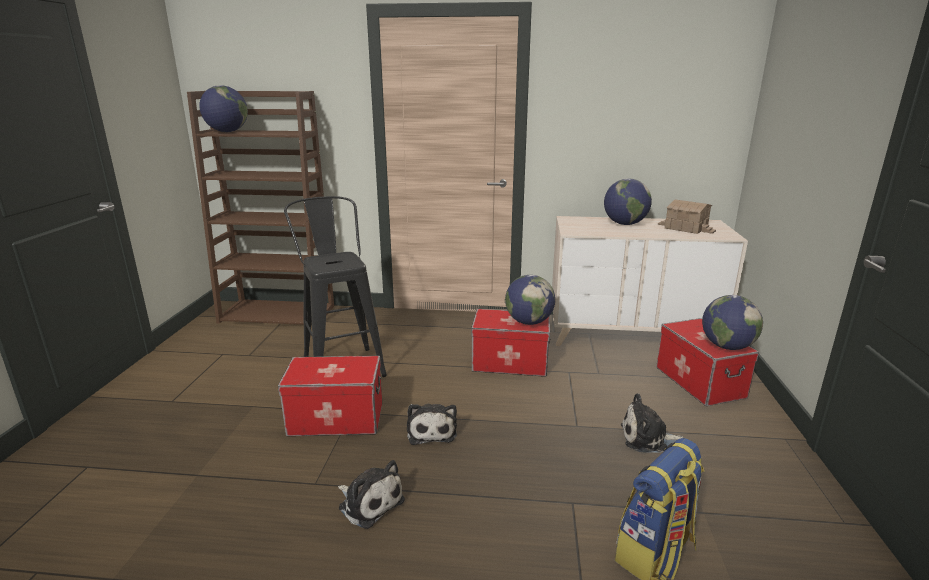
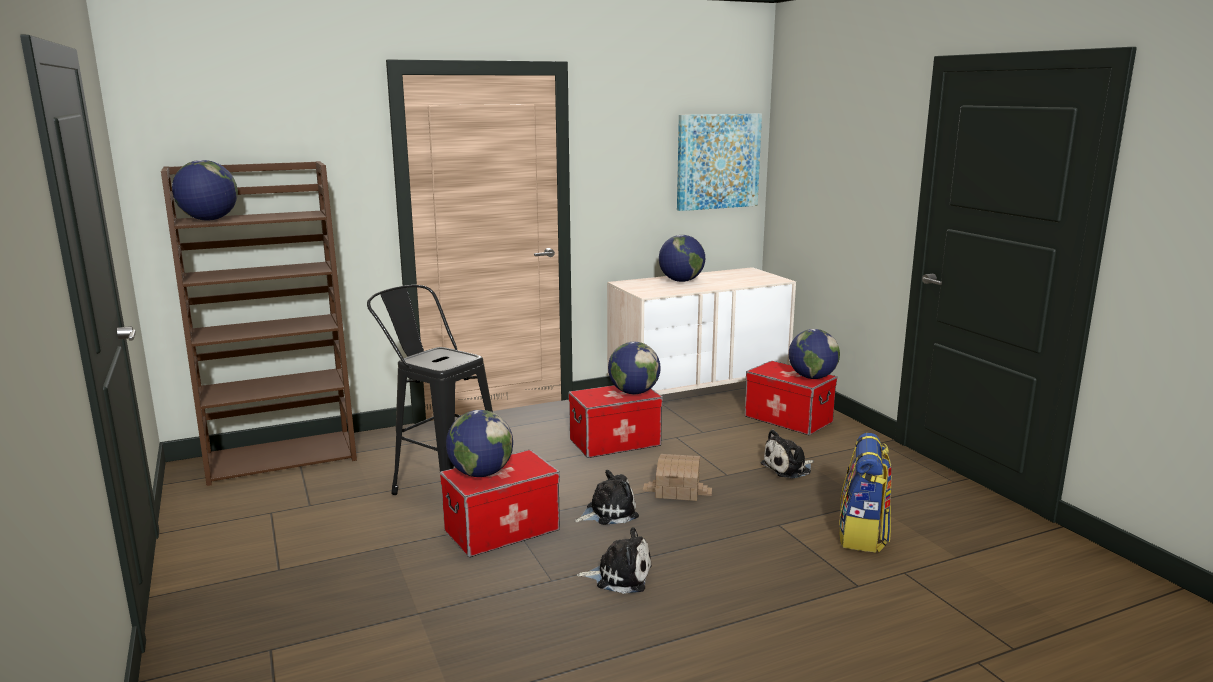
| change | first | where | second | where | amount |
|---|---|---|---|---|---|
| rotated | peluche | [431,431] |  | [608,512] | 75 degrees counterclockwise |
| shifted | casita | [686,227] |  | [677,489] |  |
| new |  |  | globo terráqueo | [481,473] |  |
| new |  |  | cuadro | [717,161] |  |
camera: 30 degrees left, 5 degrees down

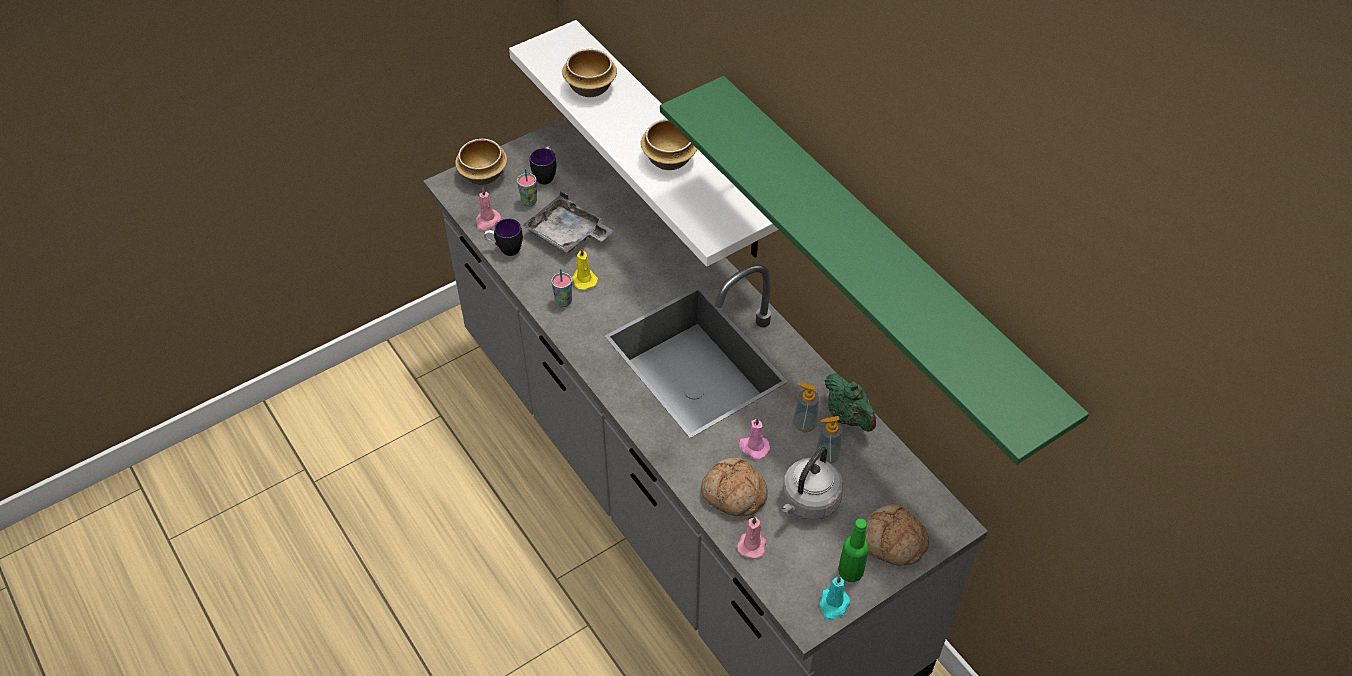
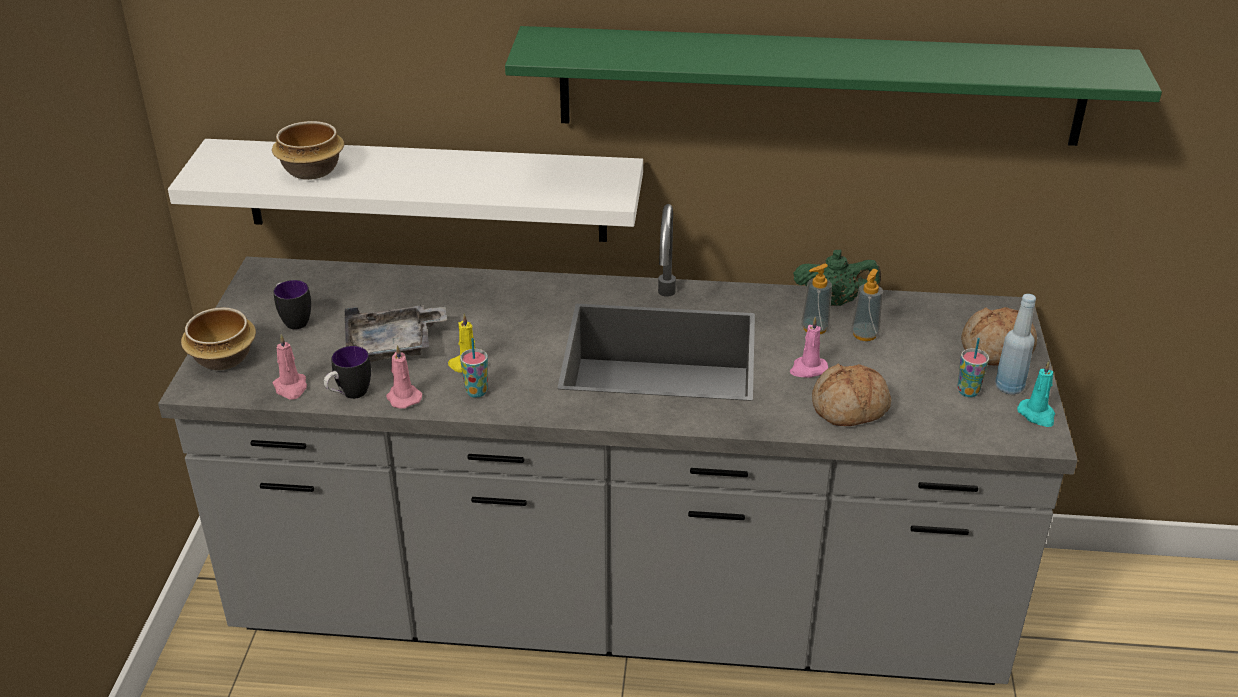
| change | first | where | second | where | amount |
|---|---|---|---|---|---|
| shifted | taza | [529,202] |  | [968,391] |  |
| gone | cuenco | [669,158] |  |  |  |
| shifted | vela (rosa) | [752,544] |  | [403,397] |  |
| gone | hervidor (gris) | [808,502] |  |  |  |
| repainted | botella (verde) | [850,572] | botella (azul) | [1009,387] |  |
camera: 50 degrees left, 15 degrees down

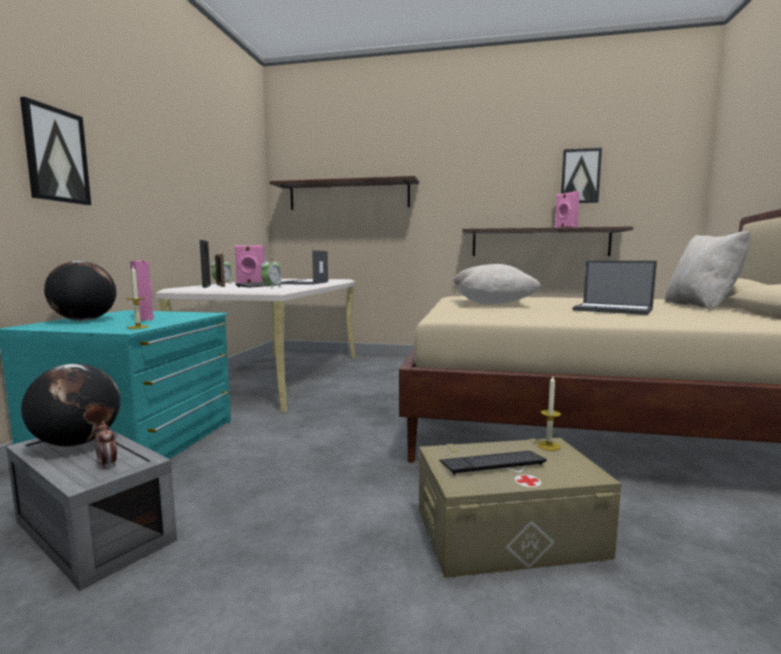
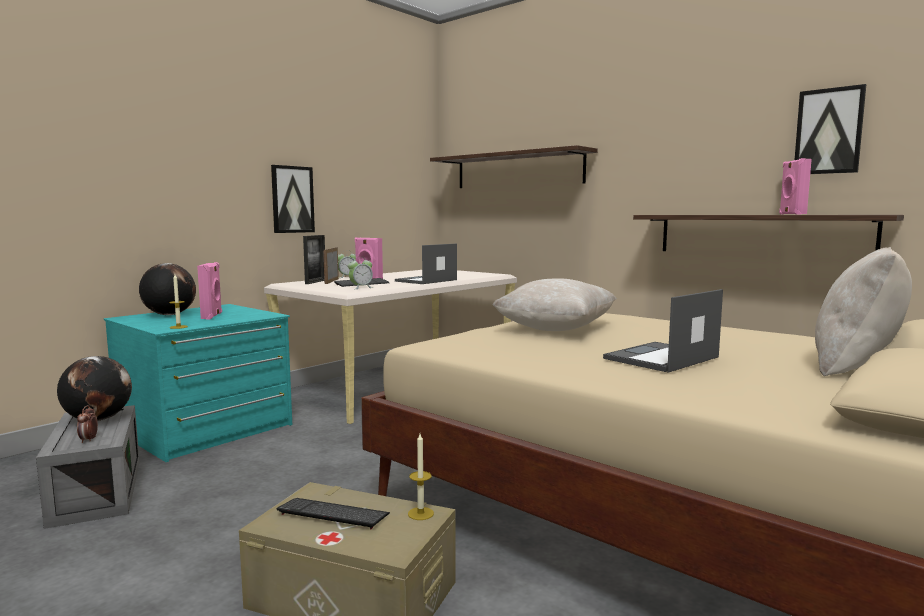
| change | first | where | second | where | amount |
|---|---|---|---|---|---|
| shifted | cuadro | [56,155] |  | [292,199] |  |
| rotated | portátil | [614,310] |  | [661,358] | 75 degrees clockwise |
camera: 30 degrees right, 0 degrees up

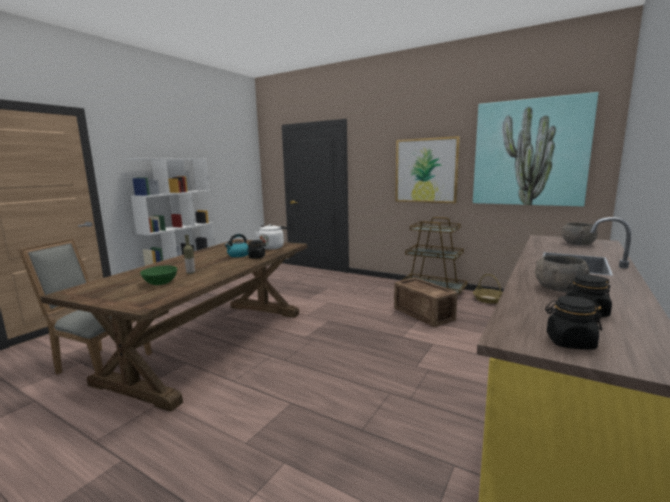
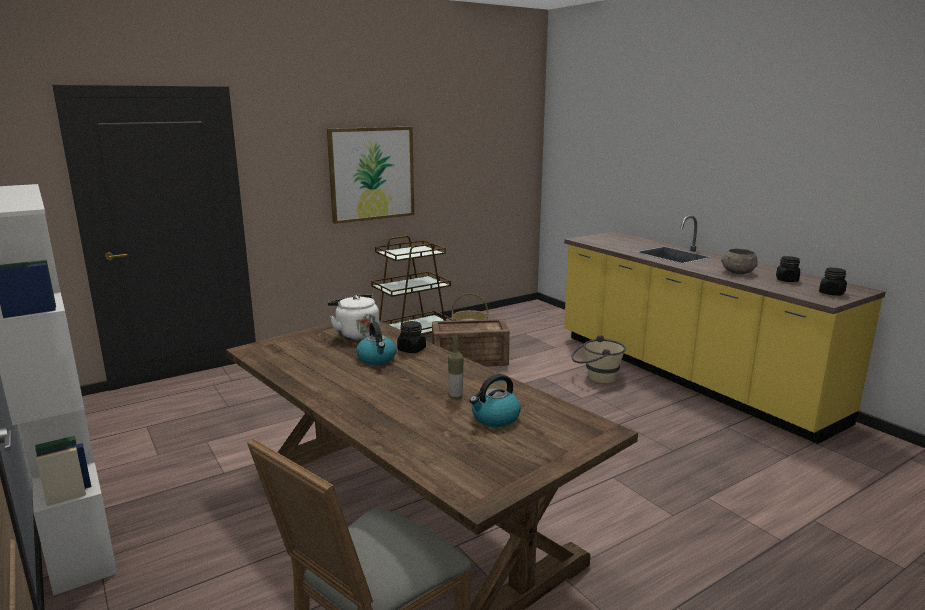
| change | first | where | second | where | amount |
|---|---|---|---|---|---|
| swapped | cuenco (verde) | [160,283] | hervidor | [495,418] |  |
| gone | cuadro | [529,153] |  |  |  |
| gone | cuenco (gris) | [577,244] |  |  |  |
| new |  |  | cubo (beis) | [596,377] |  |
camera: 65 degrees left, 5 degrees up

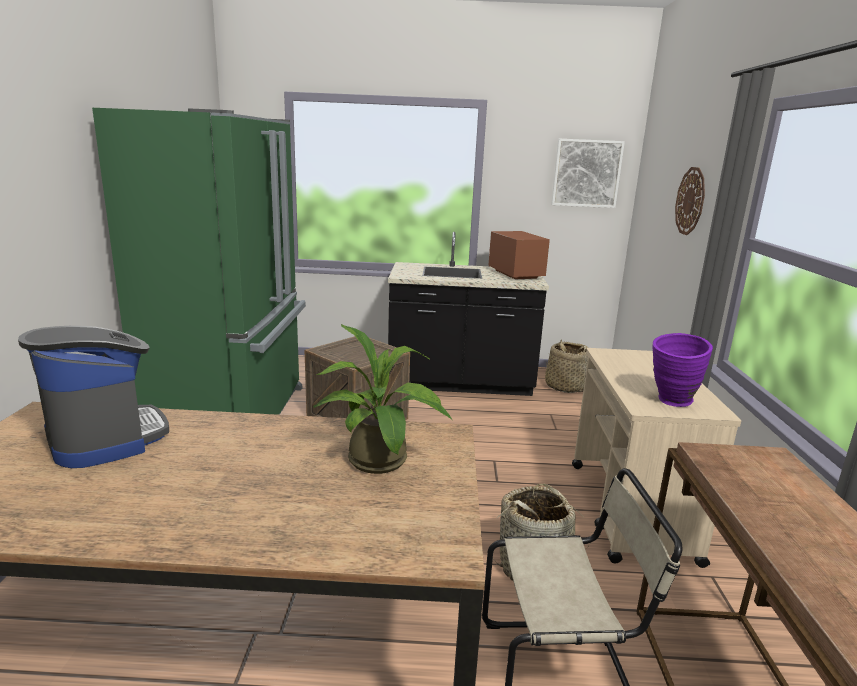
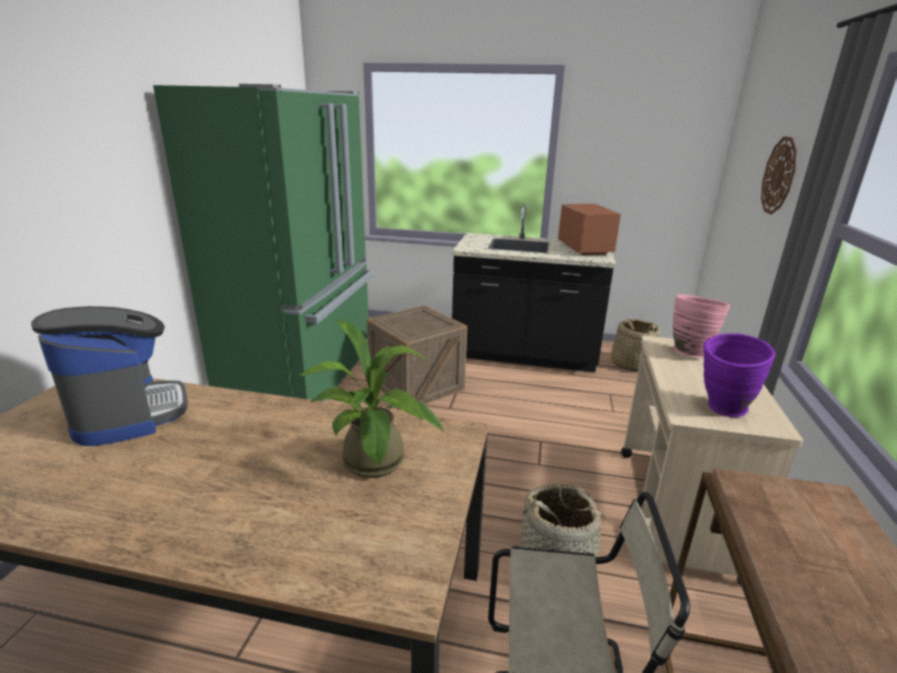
| change | first | where | second | where | amount |
|---|---|---|---|---|---|
| gone | cuadro | [586,173] |  |  |  |
| new |  |  | florero (rosa) | [689,352] |  |
camera: 10 degrees right, 5 degrees up

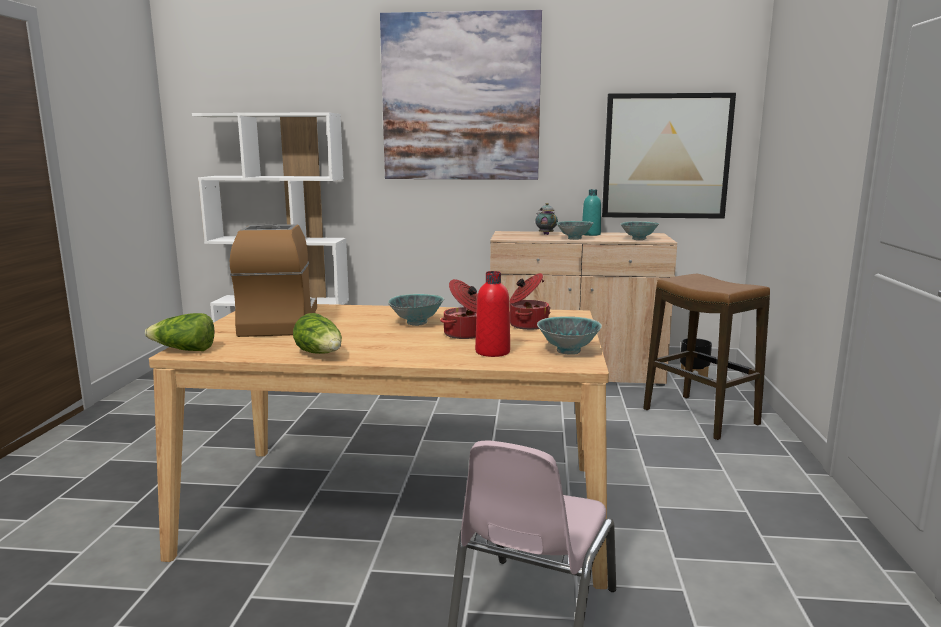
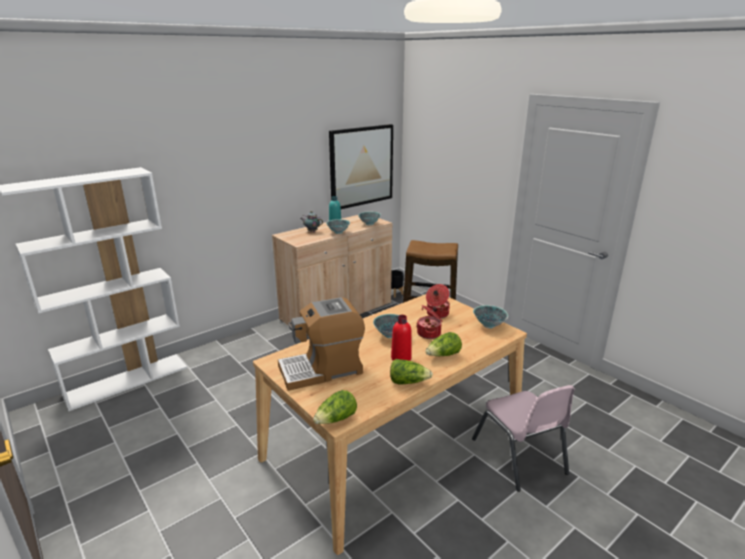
| change | first | where | second | where | amount |
|---|---|---|---|---|---|
| rotated | cafetera | [279,322] |  | [322,369] | 60 degrees counterclockwise |
| gone | cuadro | [461,98] |  |  |  |
| shifted | botella (rojo) | [492,352] |  | [401,358] |  |
| new |  |  | lechuga | [443,355] |  |
camera: 45 degrees left, 10 degrees up

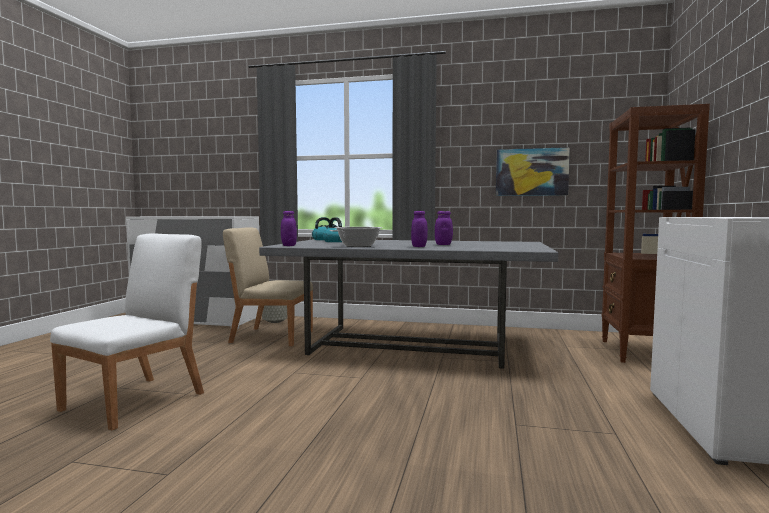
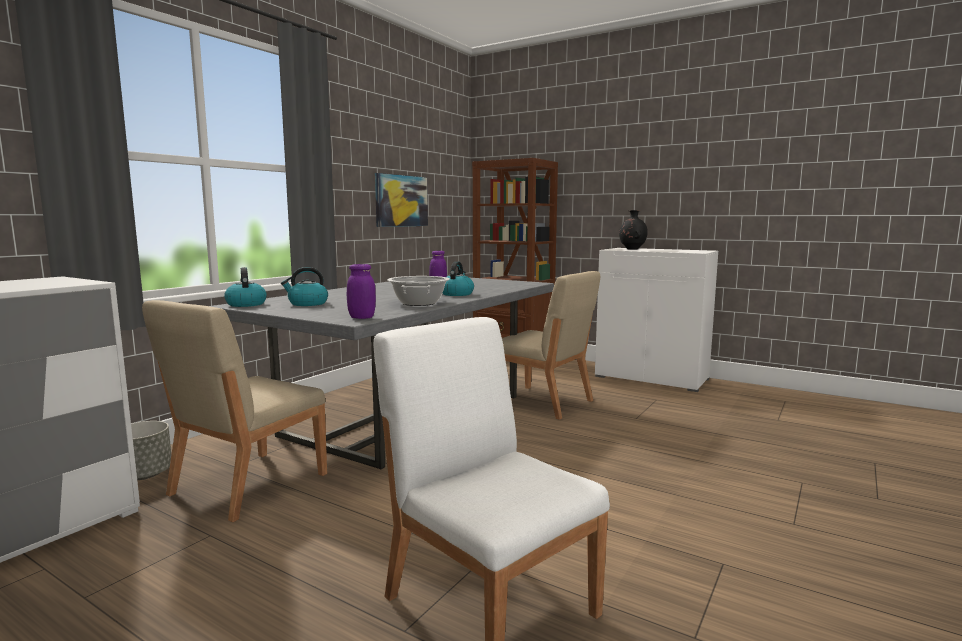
| change | first | where | second | where | amount |
|---|---|---|---|---|---|
| swapped | tarro (morado) | [419,246] | hervidor | [457,294] |  |
| new |  |  | silla (beis) | [543,402] |  |
| new |  |  | florero (negro) | [632,249] |  |
camera: 70 degrees left, 5 degrees up

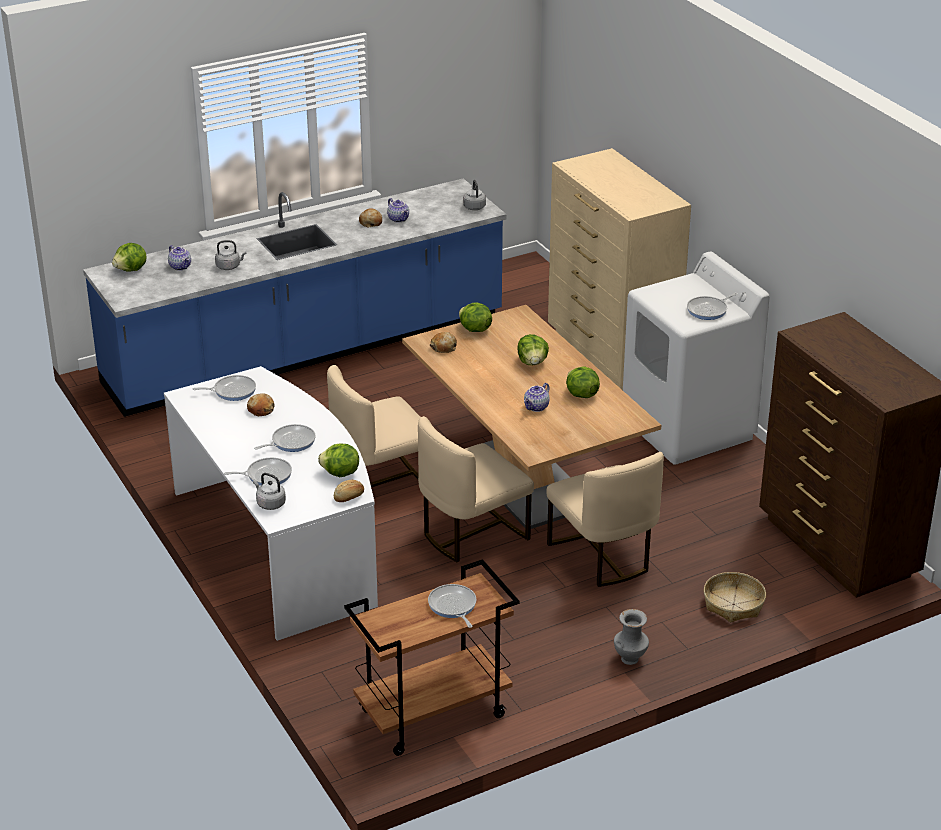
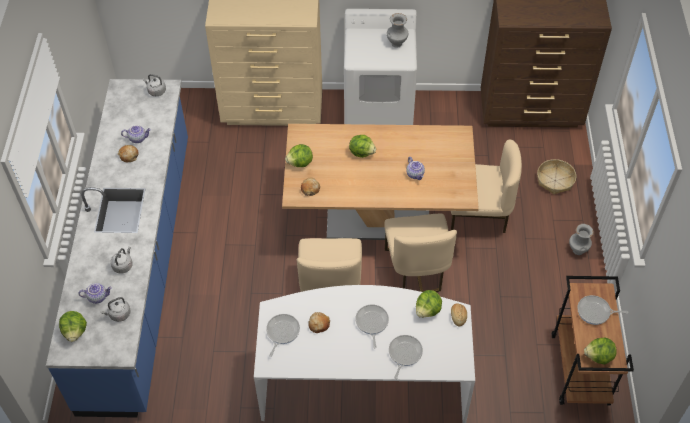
| change | first | where | second | where | amount |
|---|---|---|---|---|---|
| shifted | hervidor (gris) | [269,503] |  | [119,314] |  |
| shifted | lechuga | [581,395] |  | [599,357] |  |
| swapped | sartén | [709,310] | florero (gris) | [397,43] |  |
camera: 60 degrees left, 20 degrees up

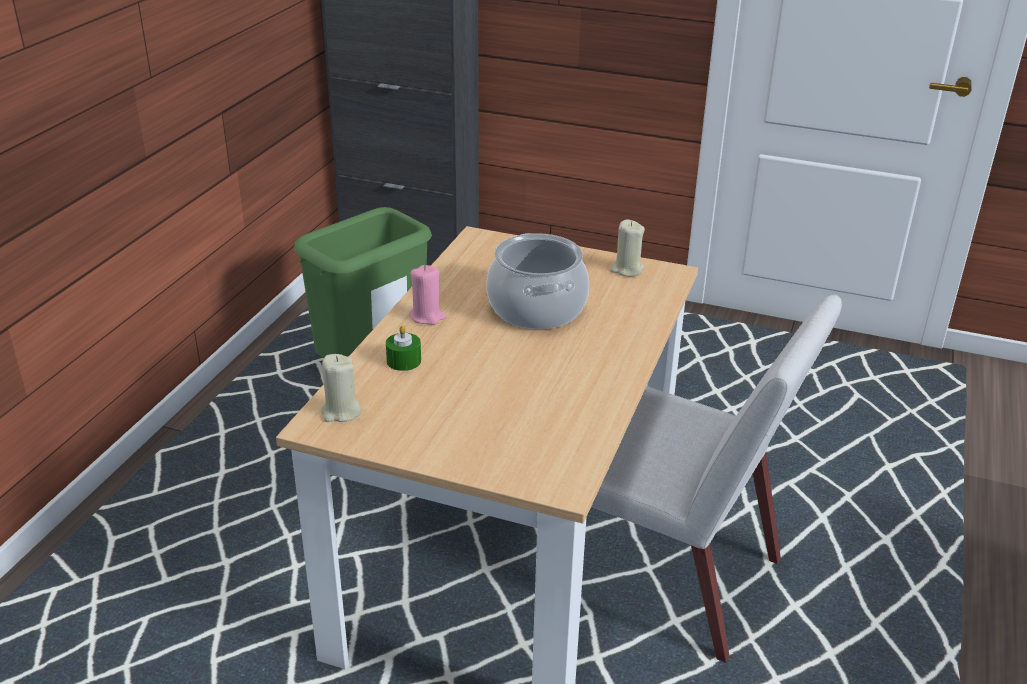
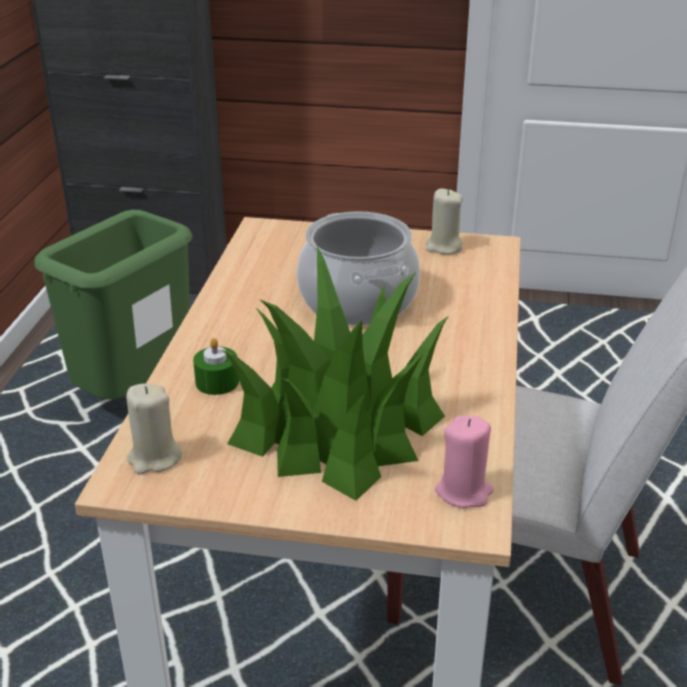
| change | first | where | second | where | amount |
|---|---|---|---|---|---|
| shifted | vela (rosa) | [427,316] |  | [464,492] |  |
| new |  |  | planta en maceta | [339,427] |  |
camera: 10 degrees left, 0 degrees up

